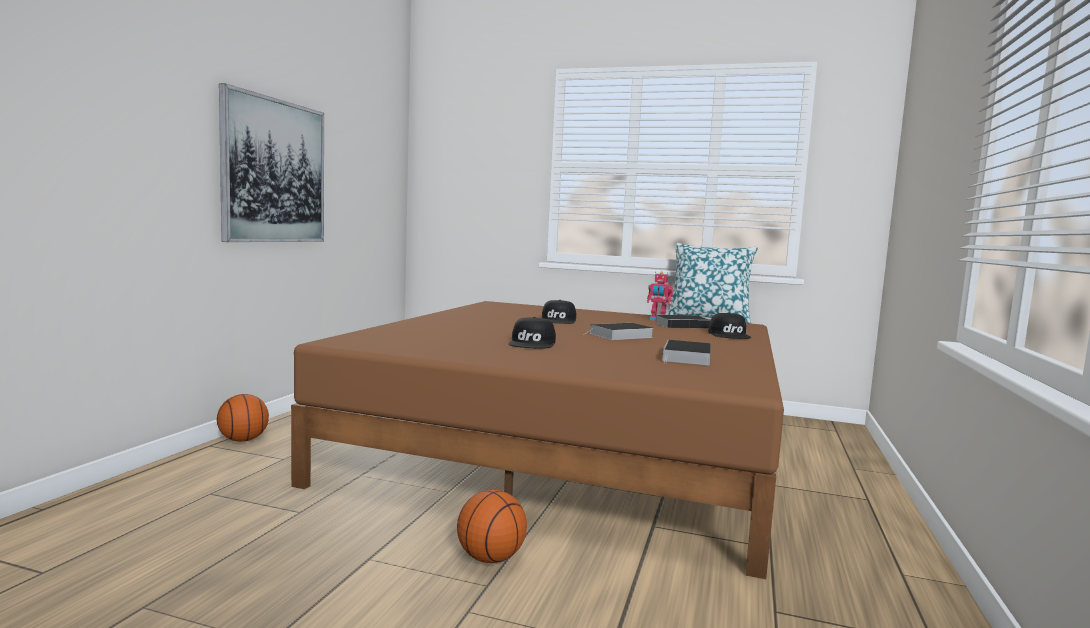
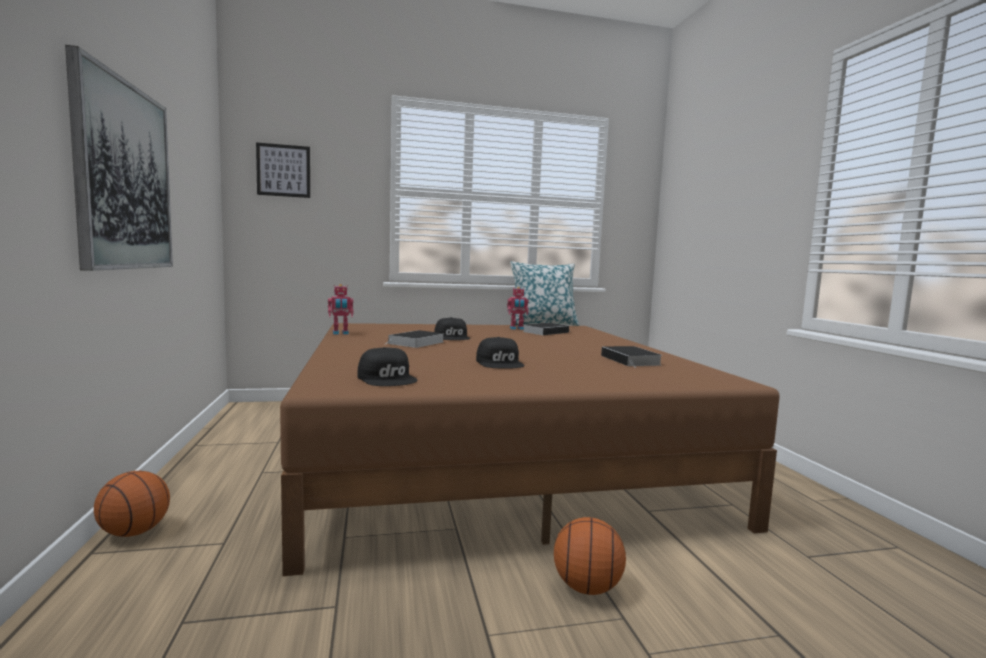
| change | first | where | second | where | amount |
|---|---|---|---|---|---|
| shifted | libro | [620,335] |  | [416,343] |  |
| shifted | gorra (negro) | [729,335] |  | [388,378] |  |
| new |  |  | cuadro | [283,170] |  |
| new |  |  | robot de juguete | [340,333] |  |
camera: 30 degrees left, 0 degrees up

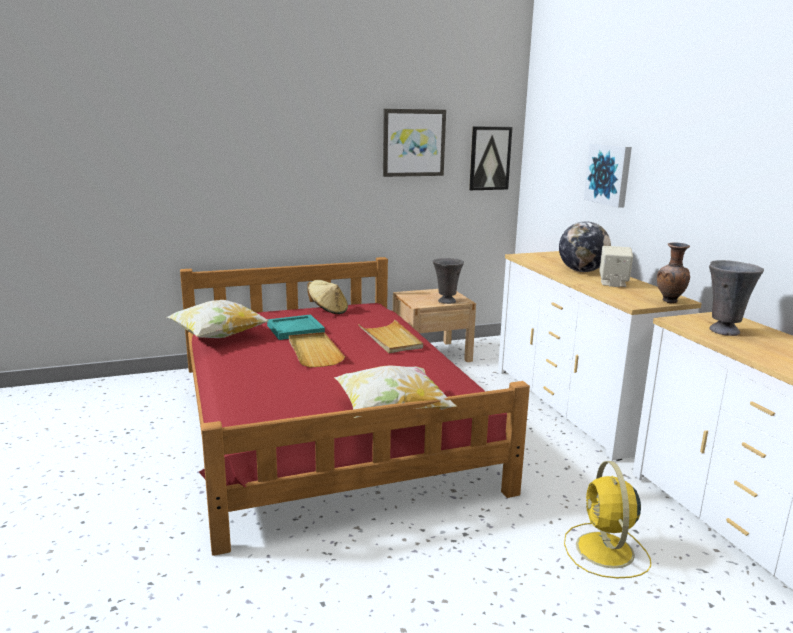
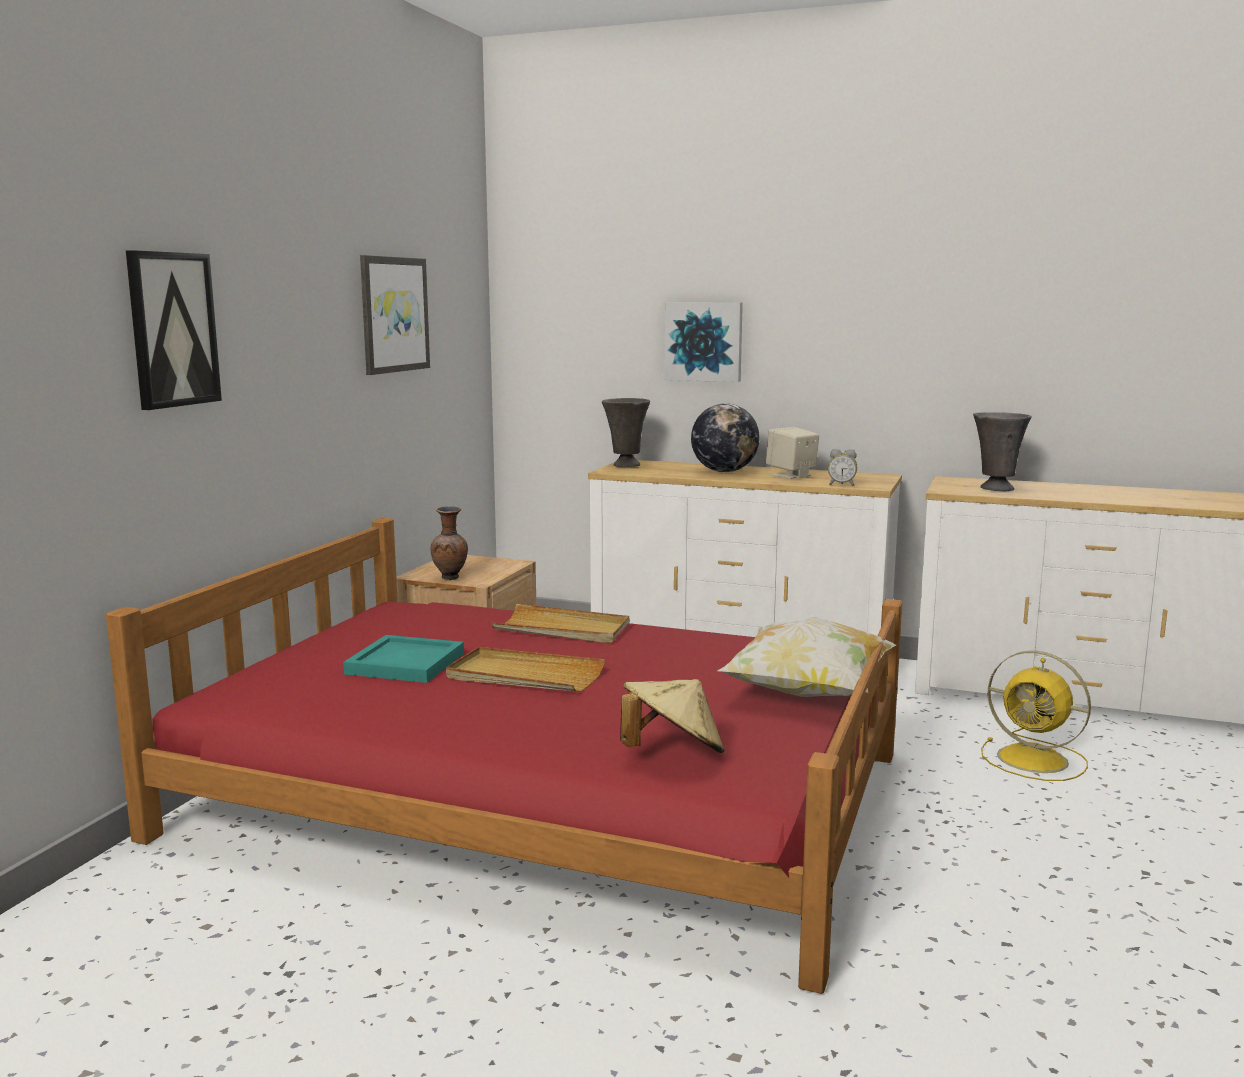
| change | first | where | second | where | amount |
|---|---|---|---|---|---|
| gone | cojín | [218,337] |  |  |  |
| shifted | sombrero (beis) | [328,310] |  | [672,753] |  |
| shifted | florero (gris) | [446,301] |  | [625,466] |  |
| shifted | cuadro | [489,158] |  | [172,329] |  |
| shifted | florero (marrón) | [670,302] |  | [451,578] |  |
| new |  |  | despertador | [841,485] |  |
camera: 50 degrees left, 5 degrees down

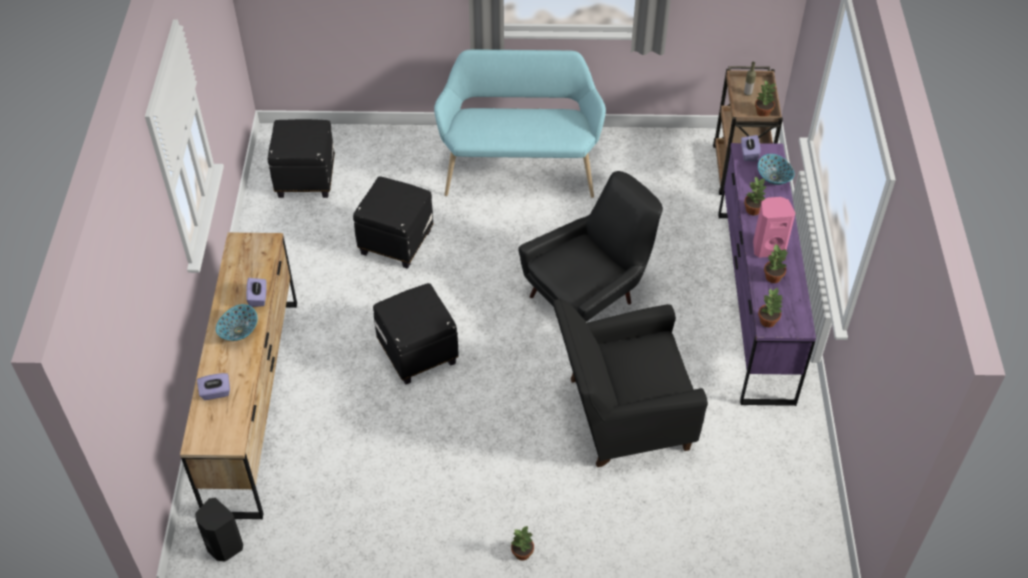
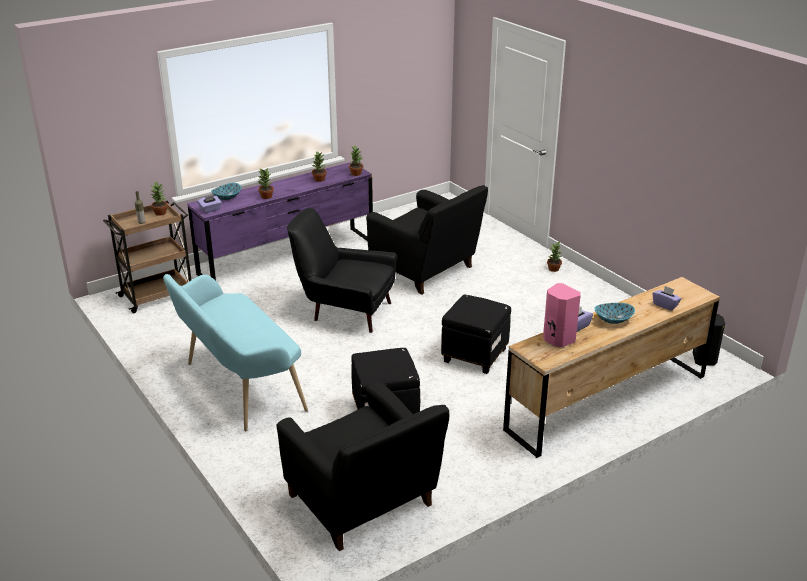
| change | first | where | second | where | amount |
|---|---|---|---|---|---|
| swapped | puf (negro) | [305,178] | sillón (negro) | [365,504] |  |
| shifted | altavoz (rosa) | [768,247] |  | [557,340] |  |
camera: 125 degrees left, 20 degrees down

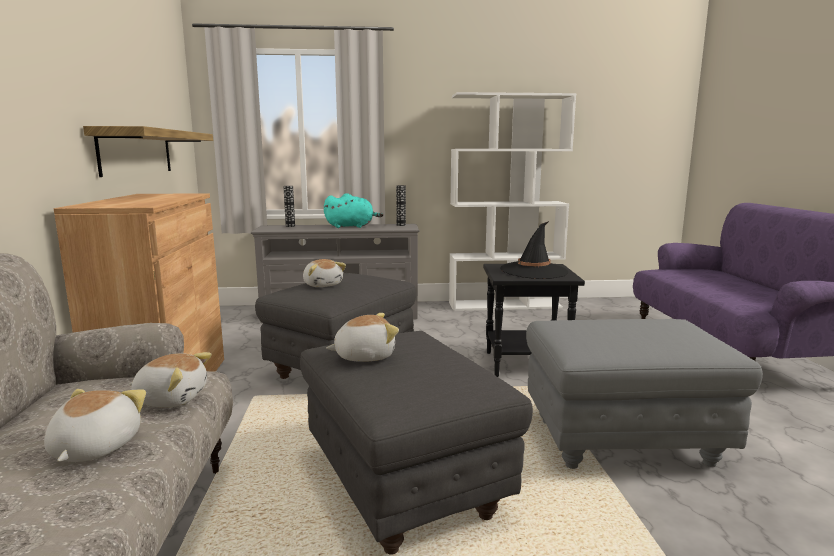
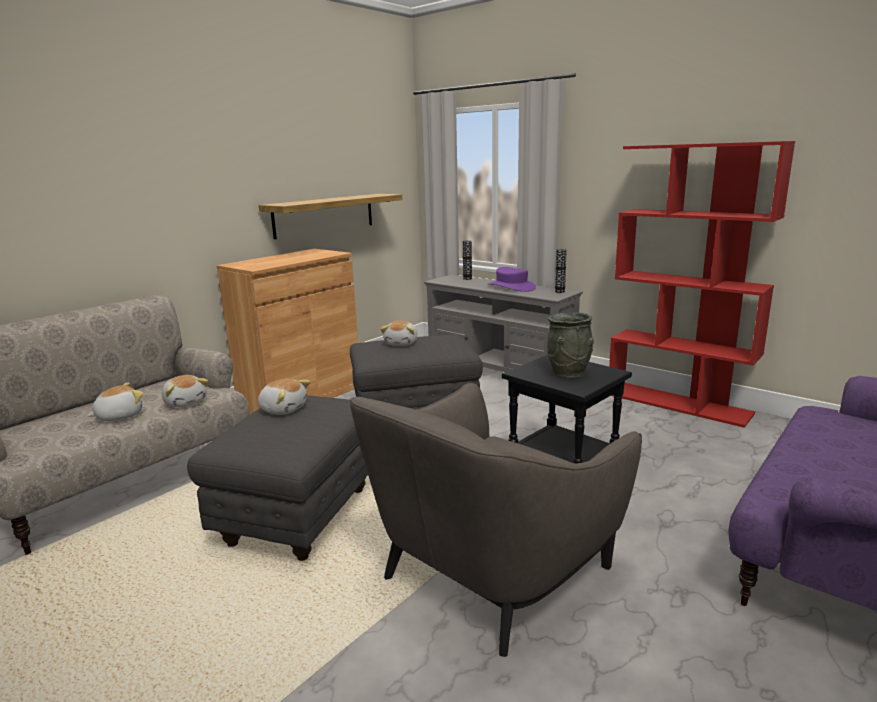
| change | first | where | second | where | amount |
|---|---|---|---|---|---|
| swapped | peluche (turquesa) | [351,226] | sombrero (morado) | [511,287] |  |
| repainted | estantería (blanco) | [505,305] | estantería (rojo) | [678,404] |  |
| swapped | sombrero (negro) | [533,271] | florero (gris) | [569,373] |  |
| swapped | puf (gris) | [622,443] | sillón (gris) | [491,571] |  |
camera: 45 degrees right, 5 degrees up

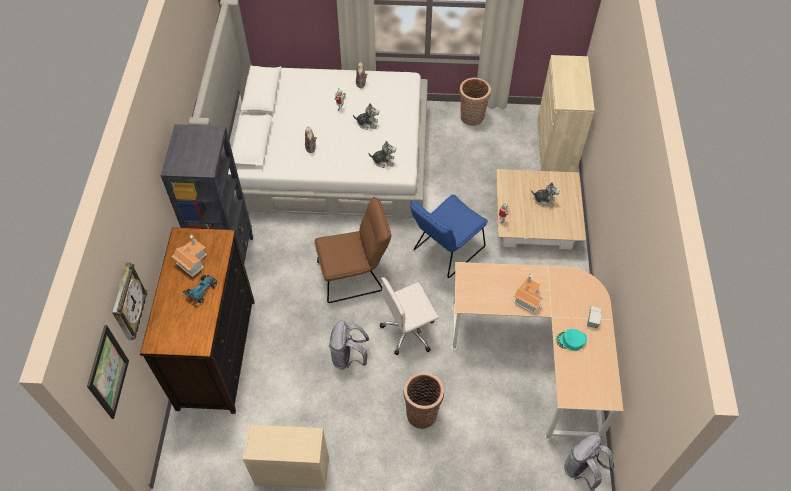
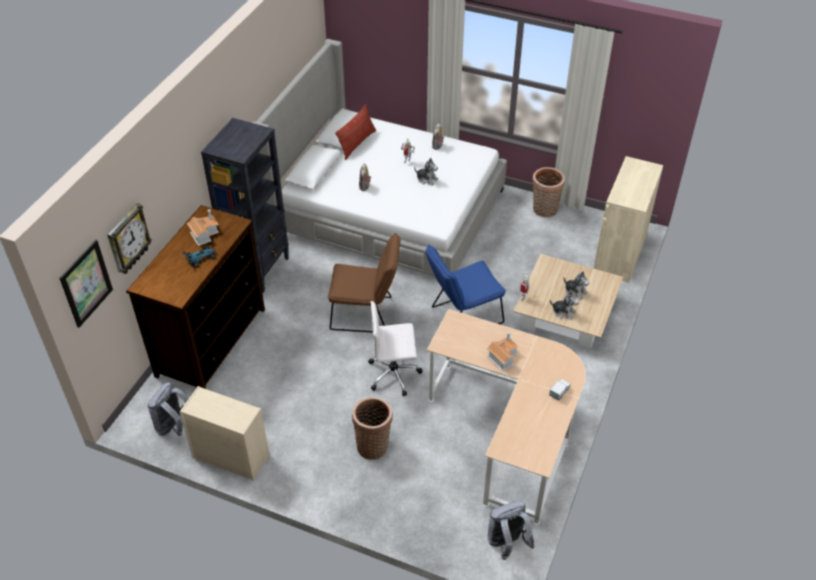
| change | first | where | second | where | amount |
|---|---|---|---|---|---|
| shifted | mochila (gris) | [348,357] |  | [174,426] |  |
| shifted | peluche | [383,161] |  | [563,312] |  |
| gone | gorra (turquesa) | [570,341] |  |  |  |
| new |  |  | cojín | [357,143] |  |
camera: 20 degrees right, 10 degrees down

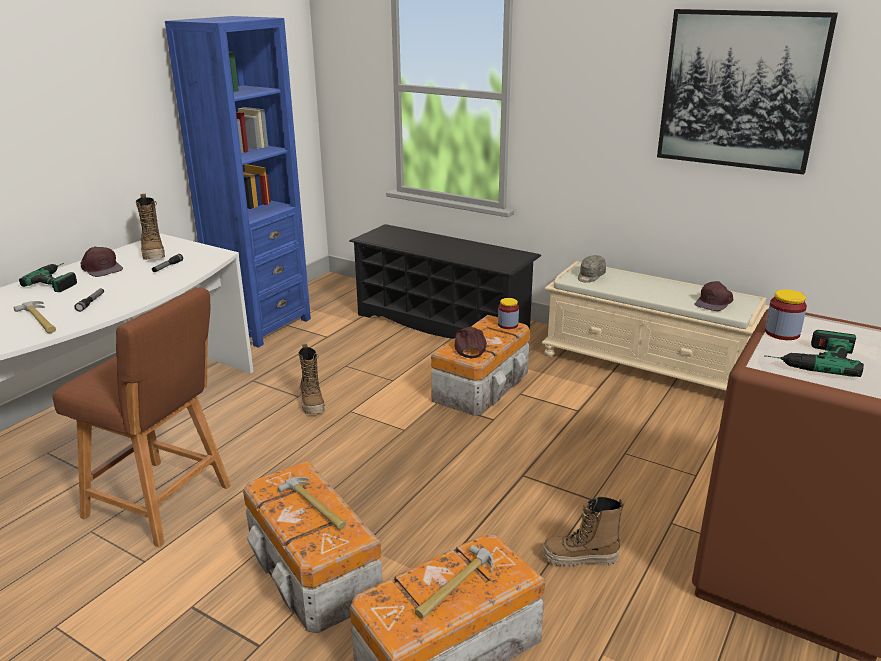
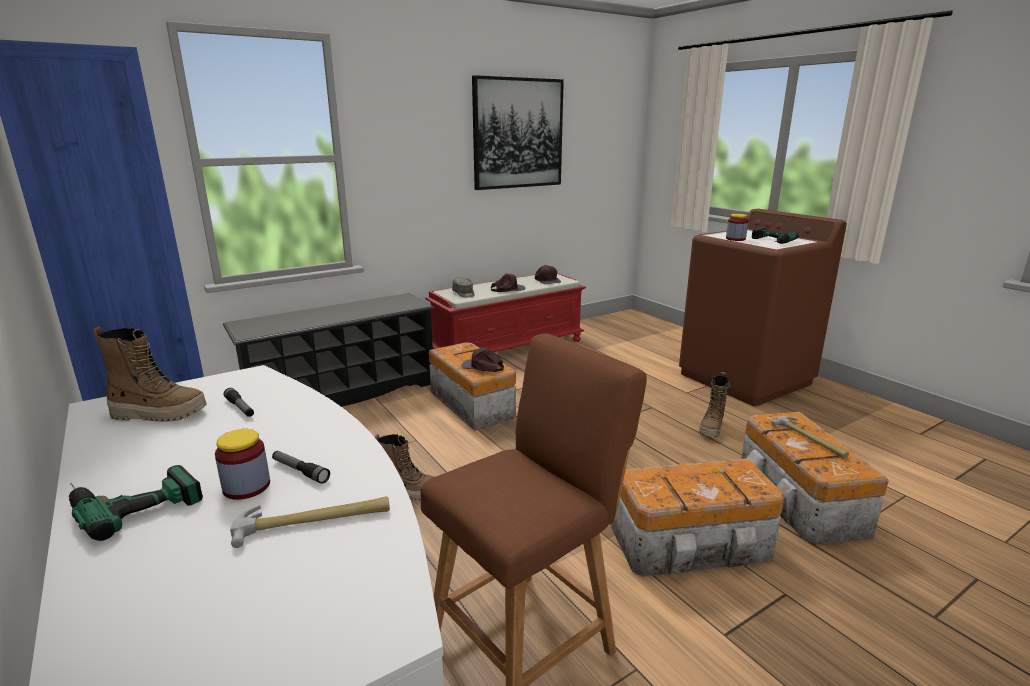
| change | first | where | second | where | amount |
|---|---|---|---|---|---|
| shifted | gorra (marrón) | [101,268] |  | [508,289] |  |
| gone | martillo | [314,506] |  |  |  |
| shifted | tarro | [508,325] |  | [246,487] |  |
| repainted | banco (beis) | [647,366] | banco (rojo) | [508,347] |  |
camera: 65 degrees left, 5 degrees down

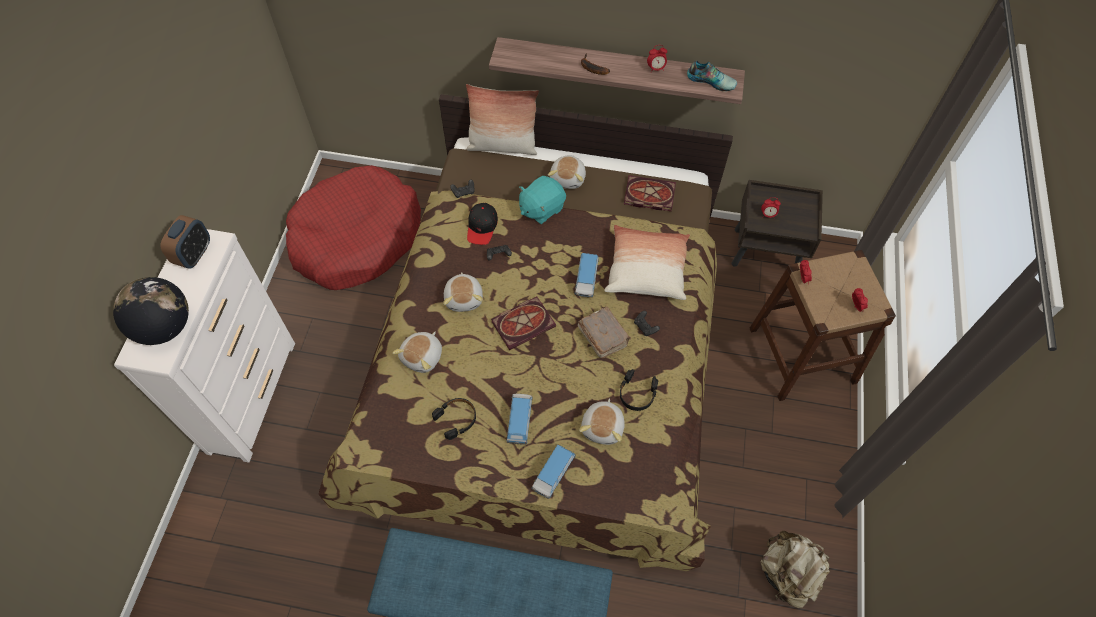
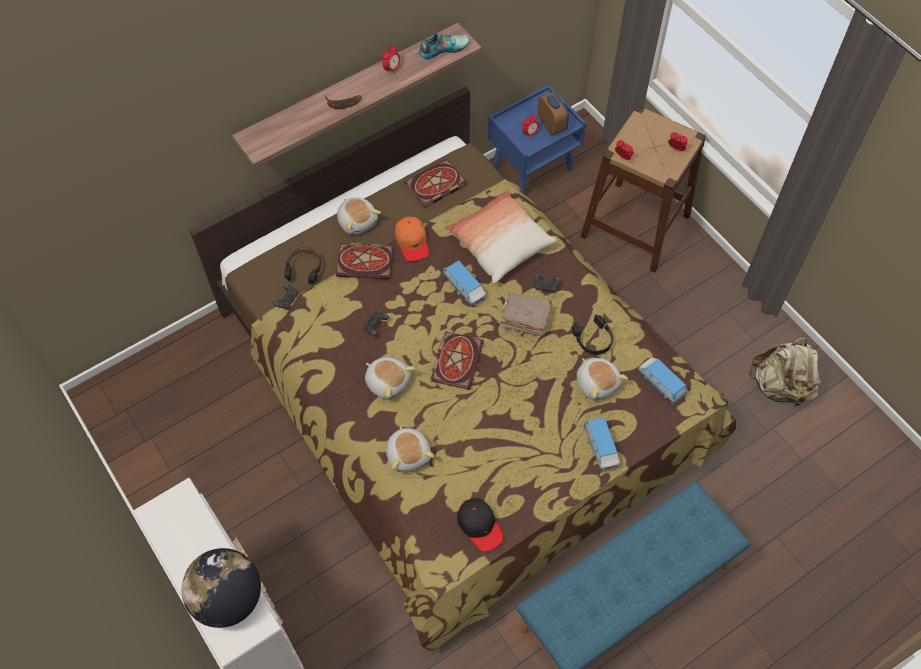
| change | first | where | second | where | amount |
|---|---|---|---|---|---|
| shifted | despertador | [194,254] |  | [551,125] |  |
| gone | cama para perro (rojo) | [356,238] |  |  |  |
| shifted | auriculares (negro) | [456,419] |  | [304,268] |  |
| gone | cojín | [502,146] |  |  |  |
| shifted | gorra (negro) | [482,227] |  | [480,526] |  |
| shifted | coche de juguete | [519,421] |  | [661,383] |  |
| swapped | peluche (turquesa) | [541,208] | libro | [366,262] |  |
| repainted | mesita de noche (marrón) | [767,252] | mesita de noche (azul) | [532,168] |  |
| new |  |  | gorra (naranja) | [412,242] |  |
camera: 45 degrees left, 0 degrees up

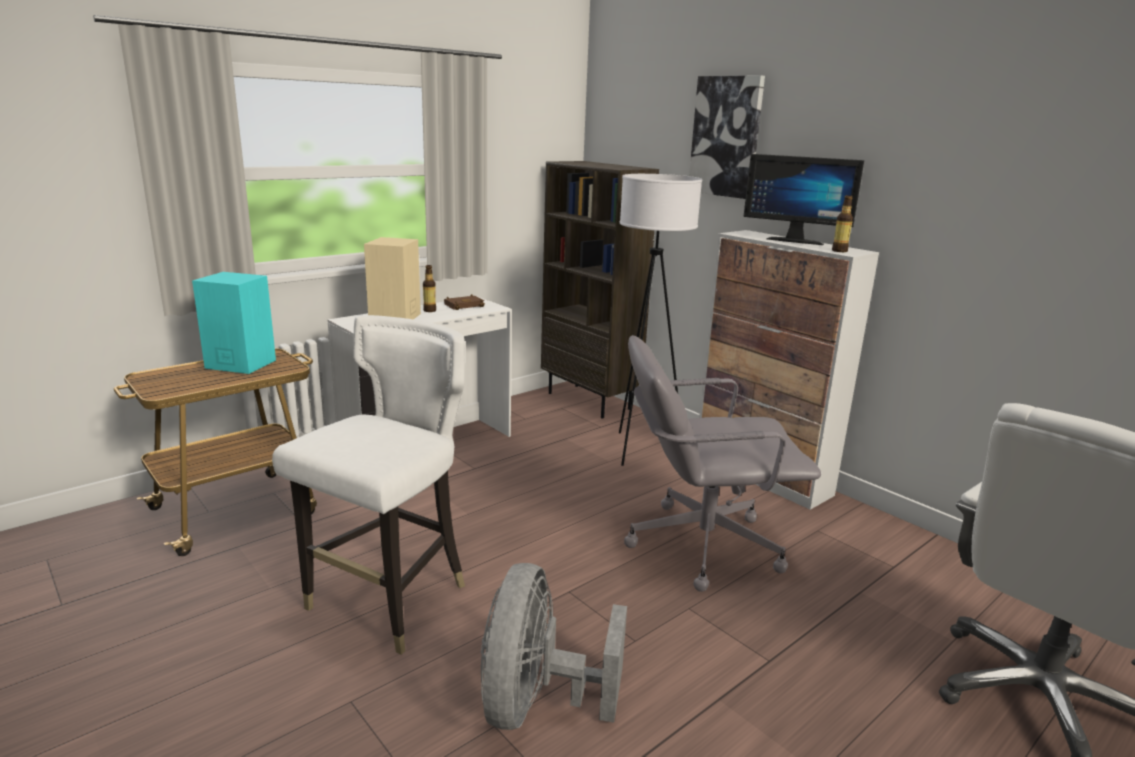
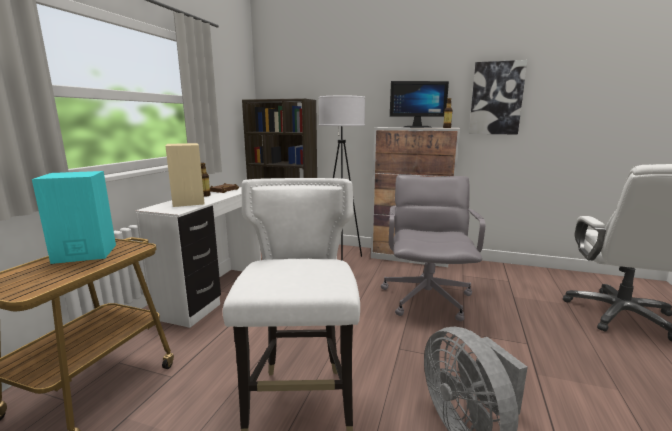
| change | first | where | second | where | amount |
|---|---|---|---|---|---|
| rotated | silla de oficina (gris) | [701,544] |  | [427,298] | 135 degrees clockwise |
| shifted | cuadro | [726,137] |  | [496,98] |  |
camera: 30 degrees left, 5 degrees down

